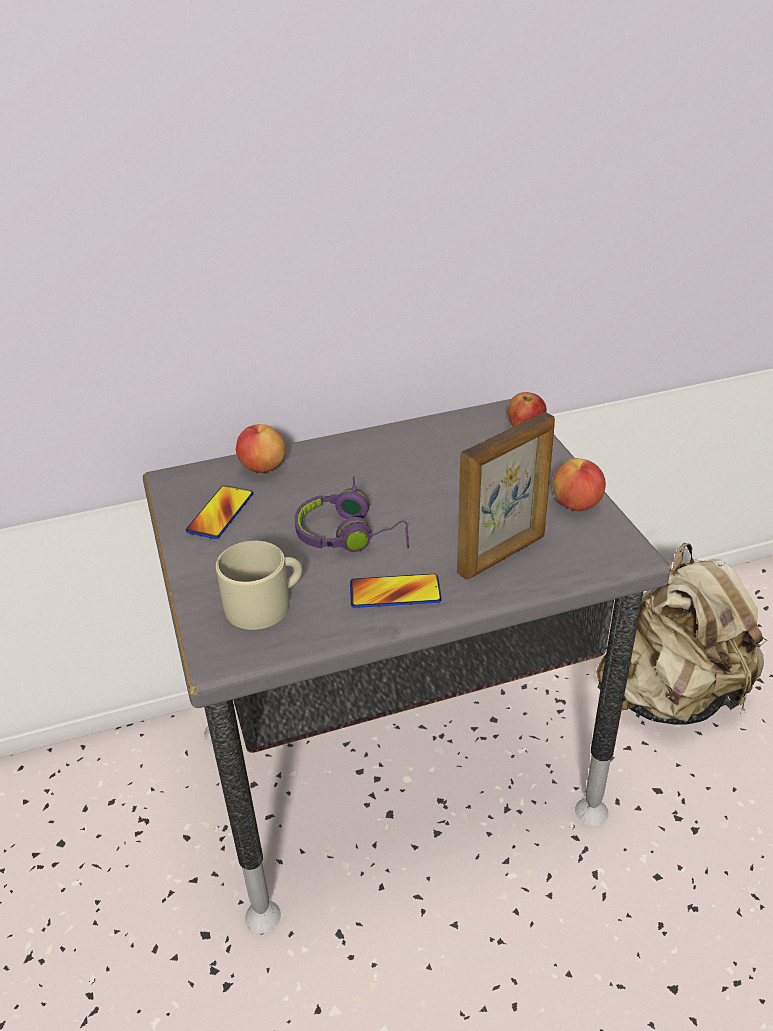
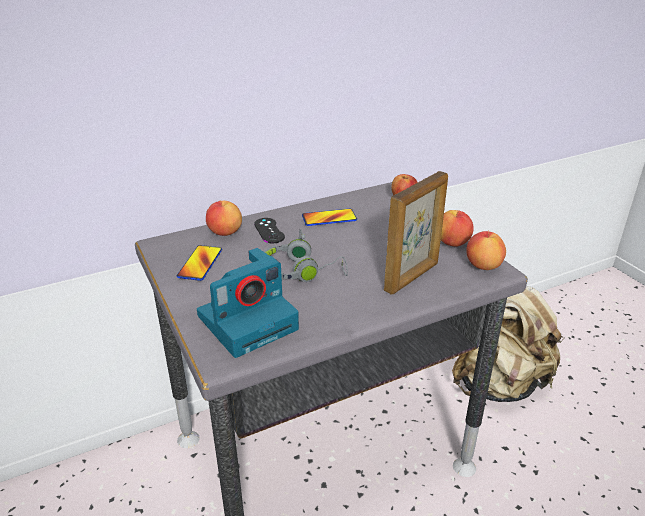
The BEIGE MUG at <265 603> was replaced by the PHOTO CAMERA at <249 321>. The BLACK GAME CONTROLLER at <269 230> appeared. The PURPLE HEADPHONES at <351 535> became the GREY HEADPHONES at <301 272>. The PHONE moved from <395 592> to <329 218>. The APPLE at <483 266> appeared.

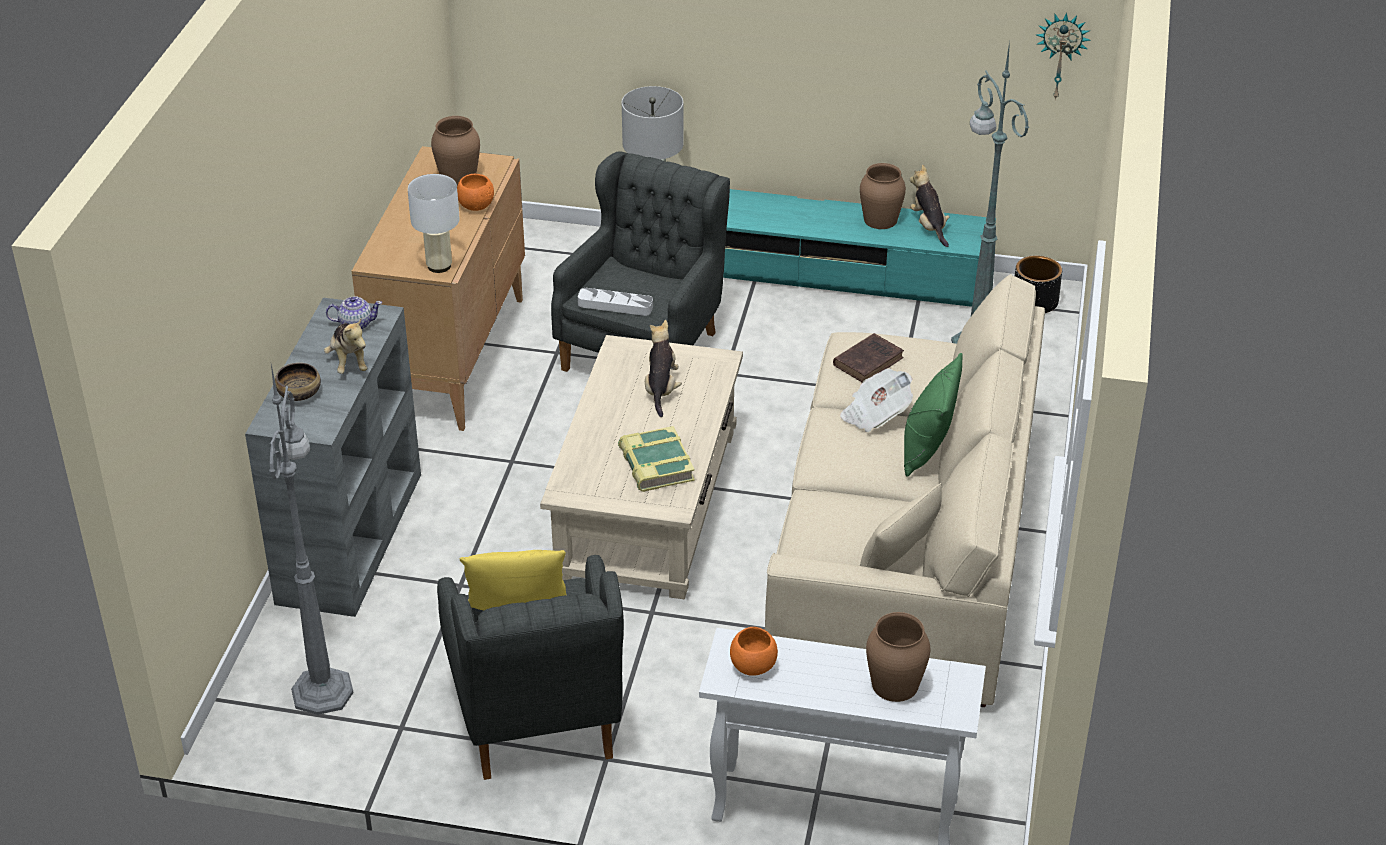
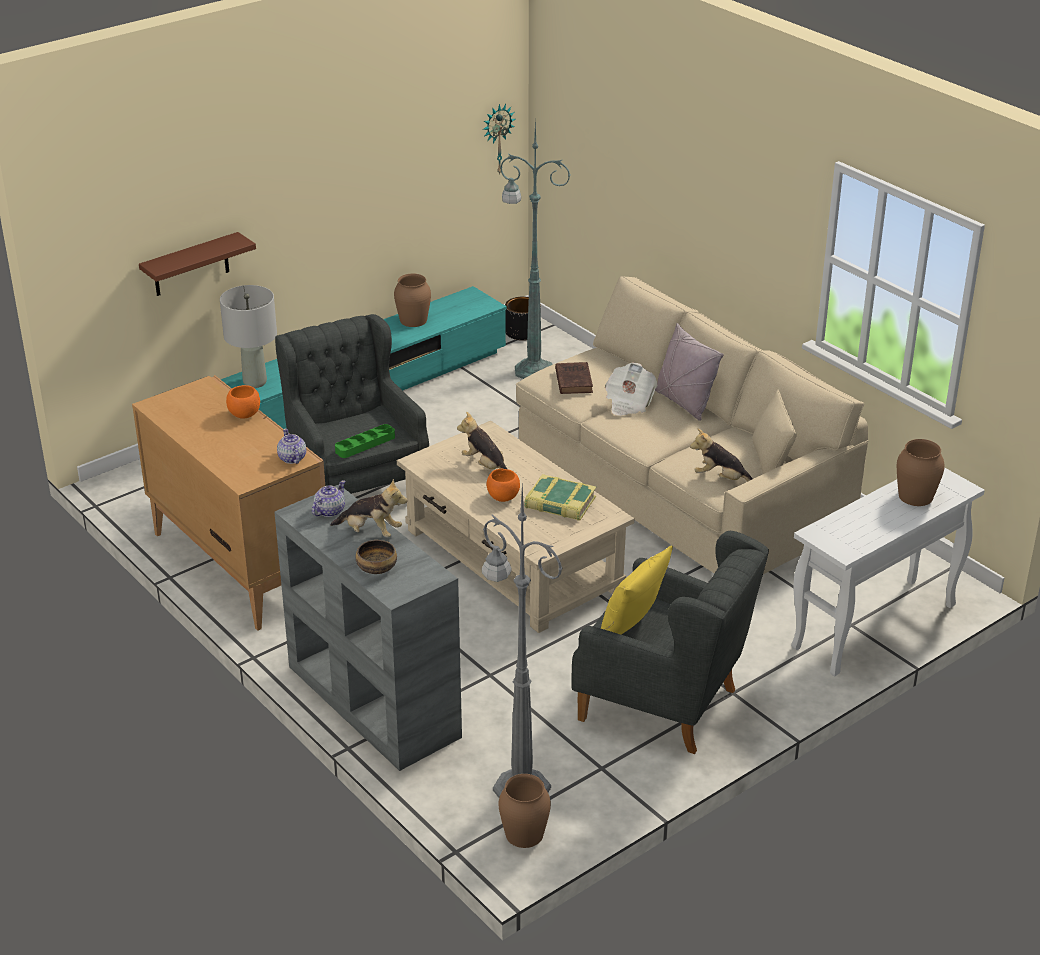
The BROWN SHELF at <191 265> appeared. The WHITE TABLE LAMP at <438 266> was replaced by the TEAPOT at <292 458>. The GREY TRAY at <615 305> became the GREEN TRAY at <365 444>. The ORANGE BOWL moved from <752 667> to <503 497>. The BROWN VASE moved from <458 177> to <524 834>. The GREEN PILLOW at <927 449> became the PURPLE PILLOW at <683 403>. The PLUSH TOY moved from <929 226> to <721 479>.

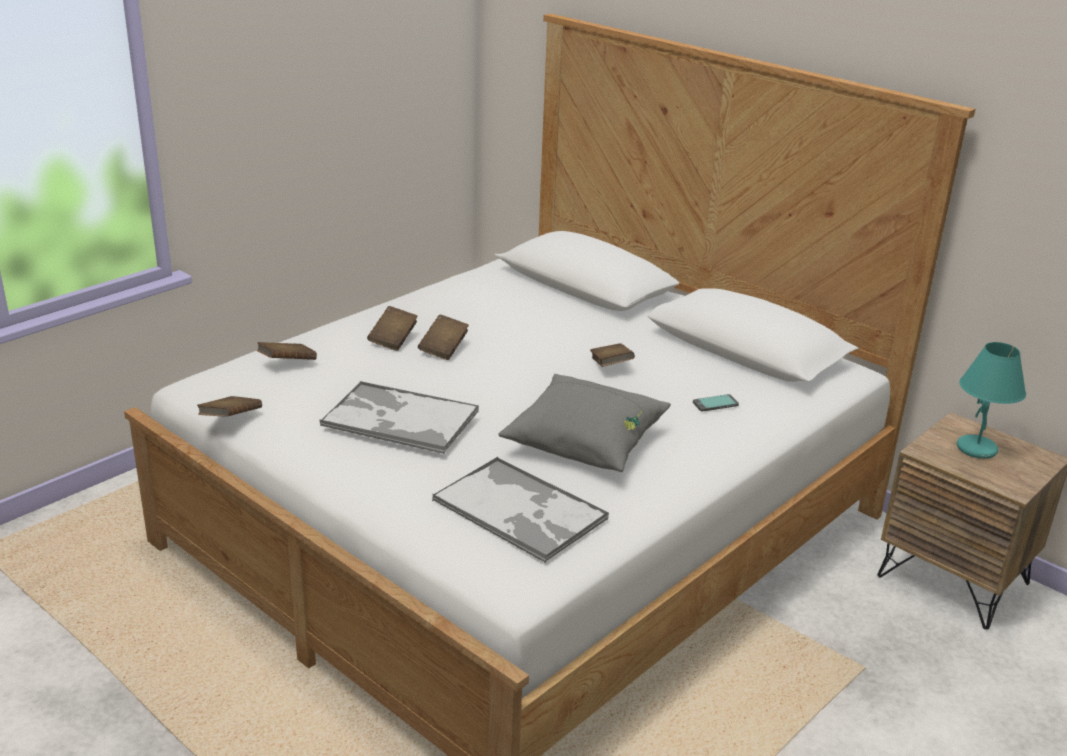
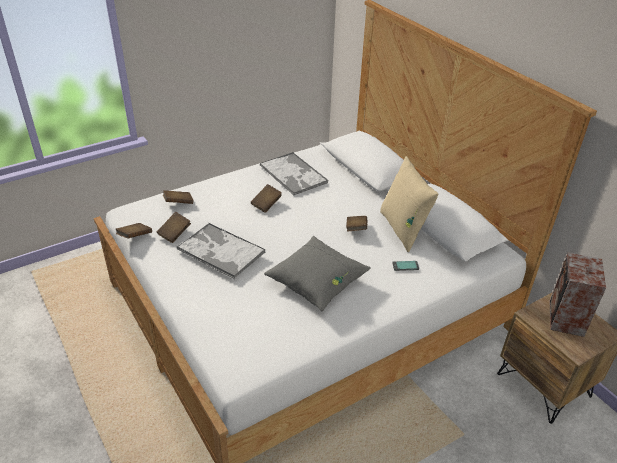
The BROWN BOOK moved from <393 339> to <174 233>. The TRAY moved from <521 510> to <293 174>. The BEIGE PILLOW at <402 229> appeared. The TURQUOISE TABLE LAMP at <977 449> was replaced by the SPEAKER at <565 319>.

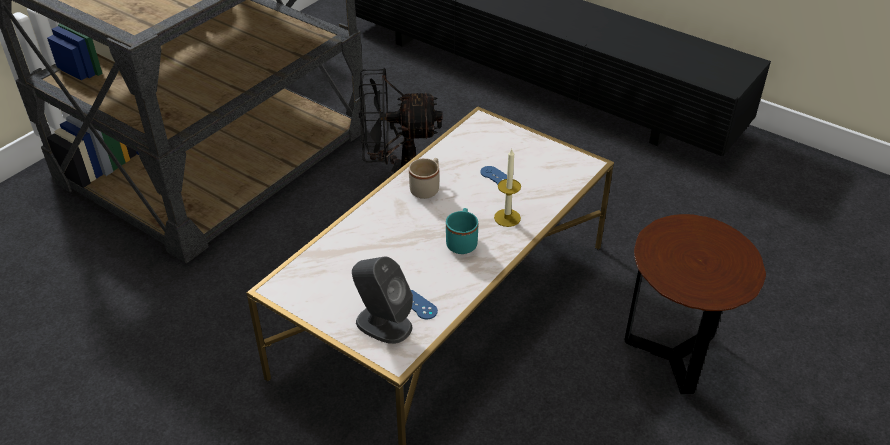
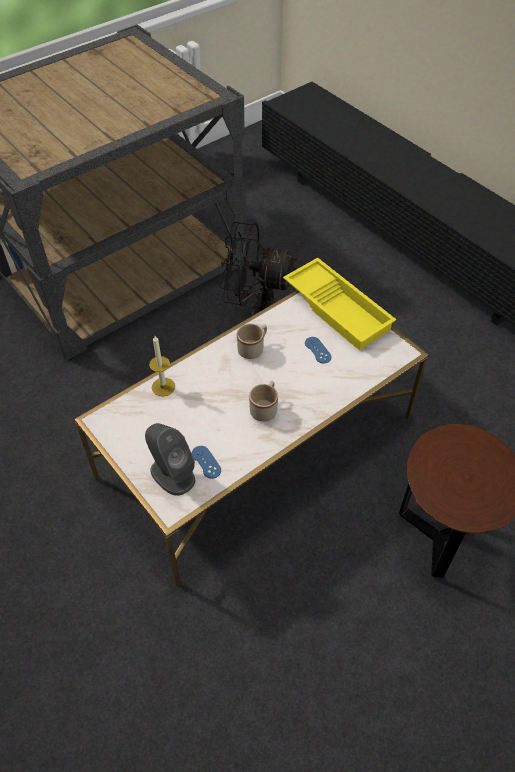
The CANDLE moved from <507 218> to <163 387>. The TURQUOISE MUG at <462 241> became the BEIGE MUG at <265 408>. The YELLOW TRAY at <339 308> appeared.

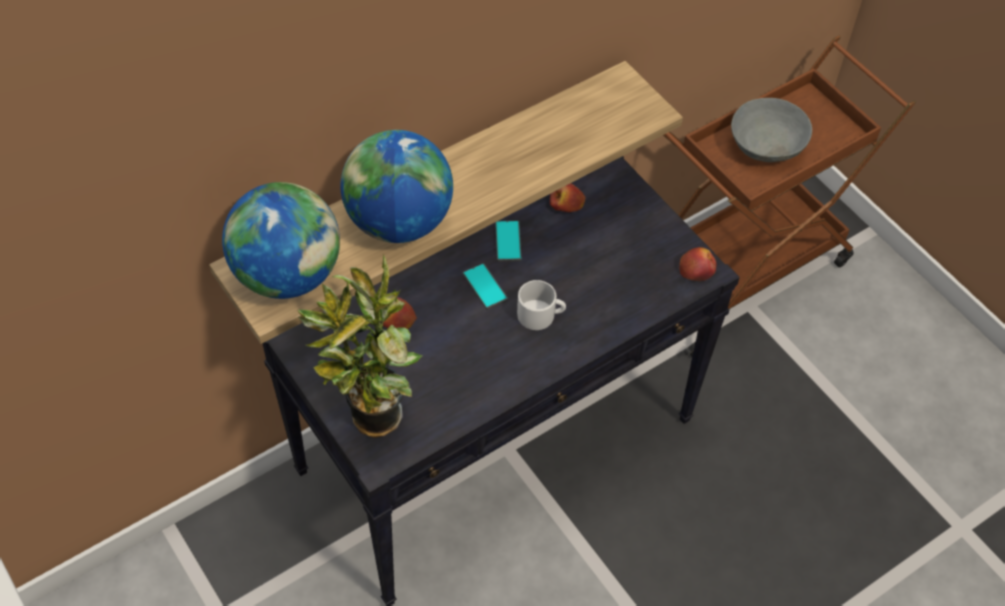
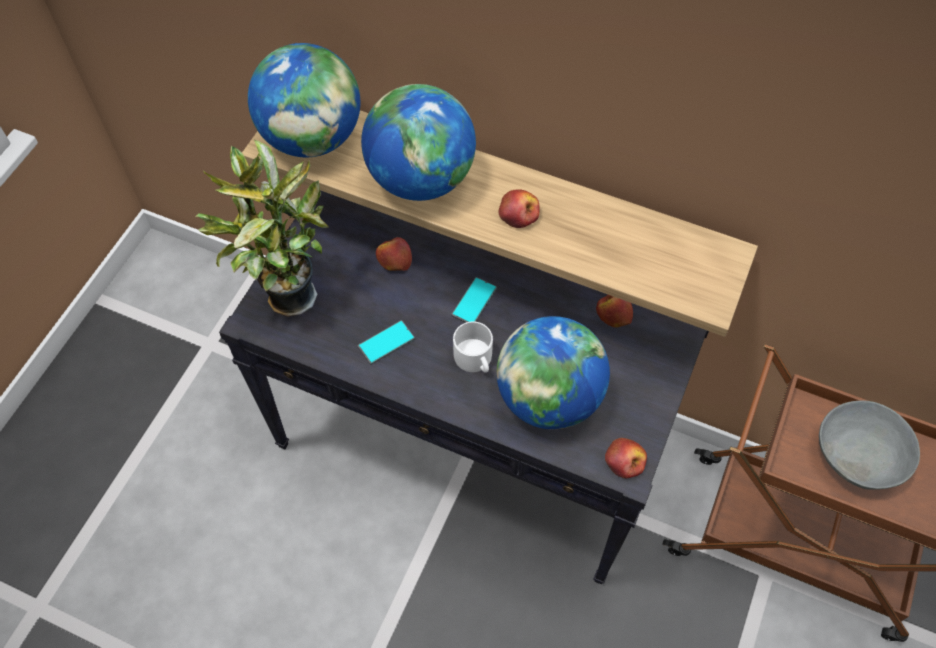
The PHONE moved from <508 241> to <386 343>. The GLOBE at <548 398> appeared. The APPLE at <519 214> appeared.

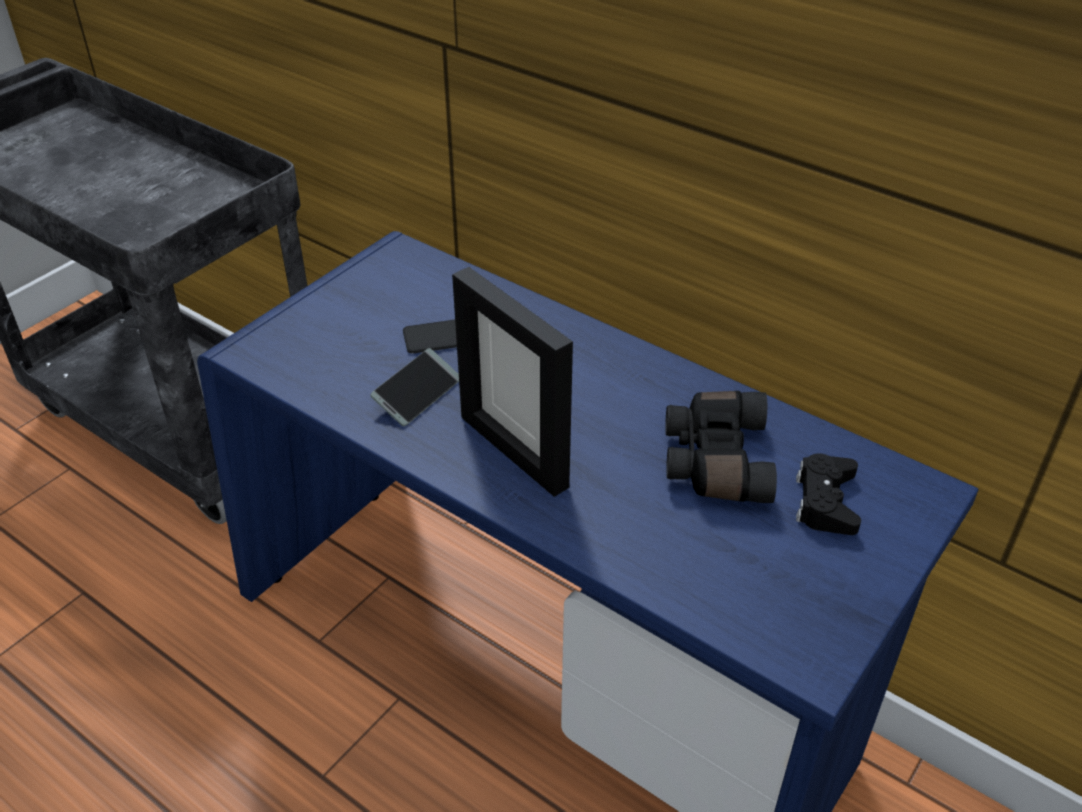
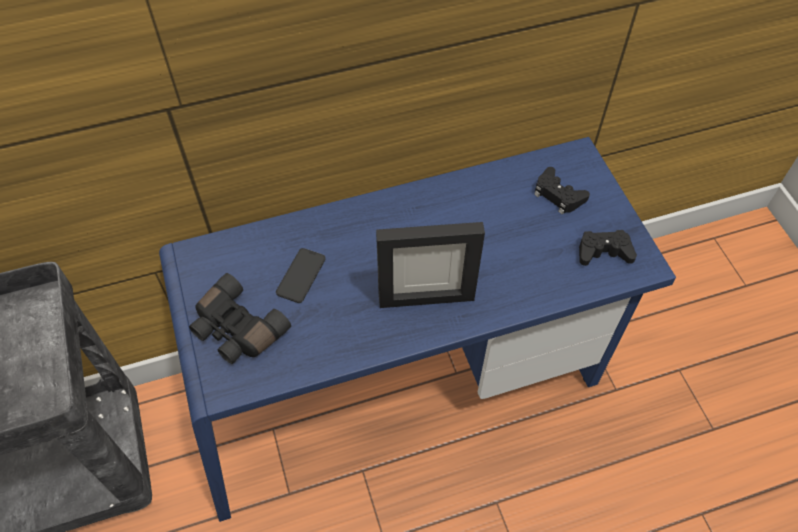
The BLACK BINOCULARS moved from <713 460> to <236 330>. The BLACK GAME CONTROLLER at <603 252> appeared. The PHONE at <417 394> disappeared.

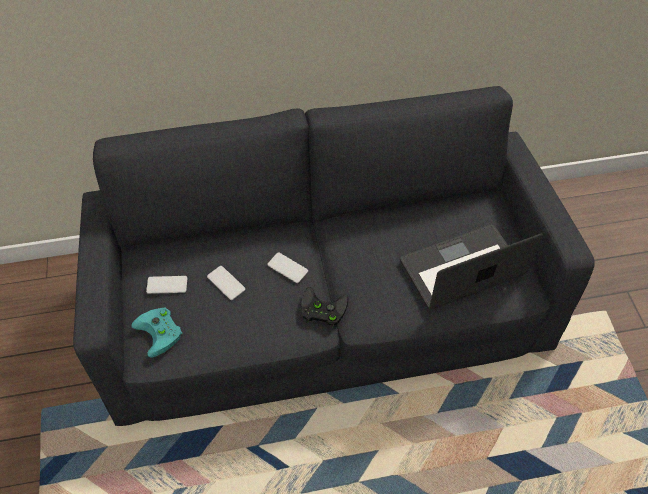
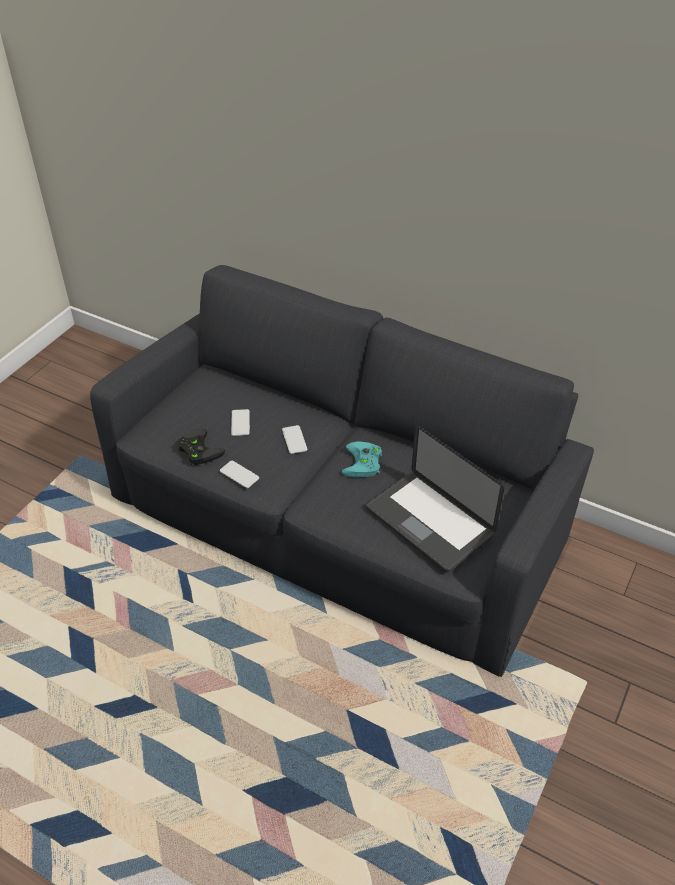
The BLACK GAME CONTROLLER moved from <321 310> to <197 449>. The PHONE moved from <167 285> to <239 475>. The TURQUOISE GAME CONTROLLER moved from <161 333> to <363 463>. The LAPTOP at <462 269> turned 150 degrees counterclockwise.

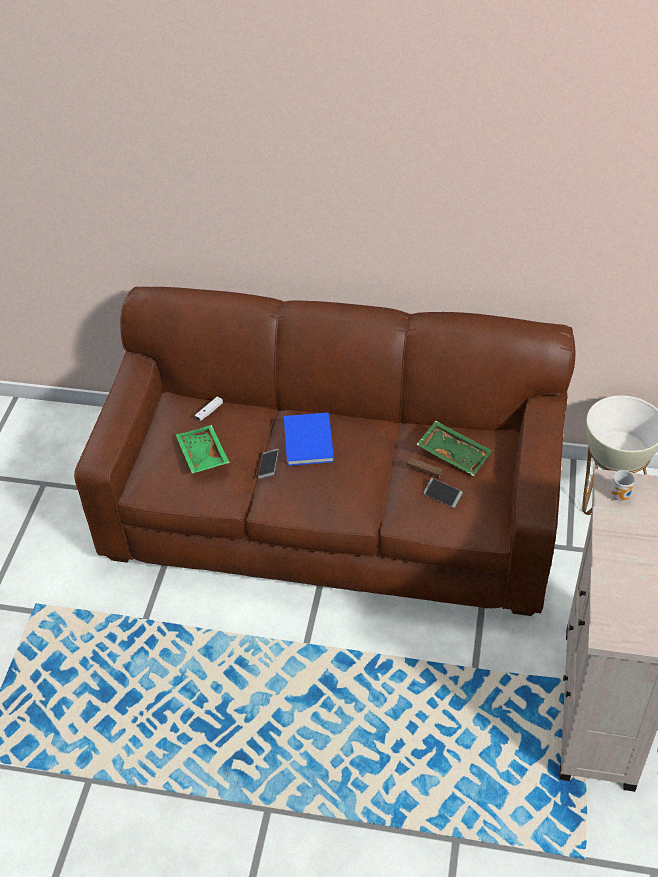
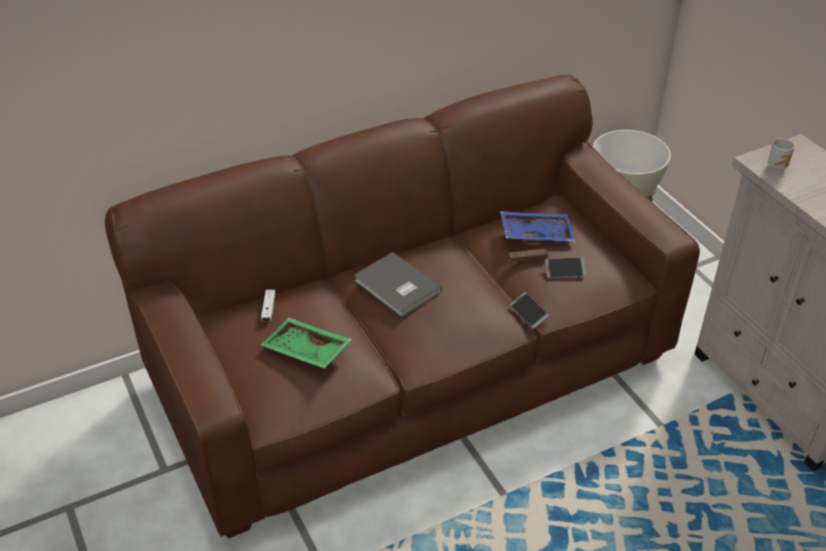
The BLUE BOOK at <306 441> became the GREY BOOK at <396 288>. The GREEN TRAY at <454 453> became the BLUE TRAY at <536 233>. The PHONE moved from <268 466> to <528 313>.

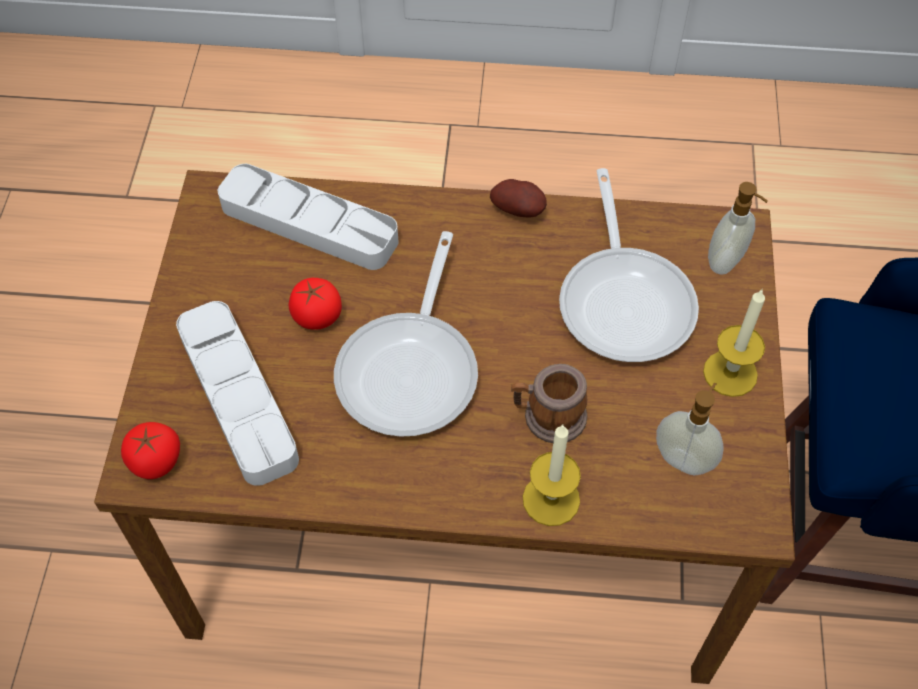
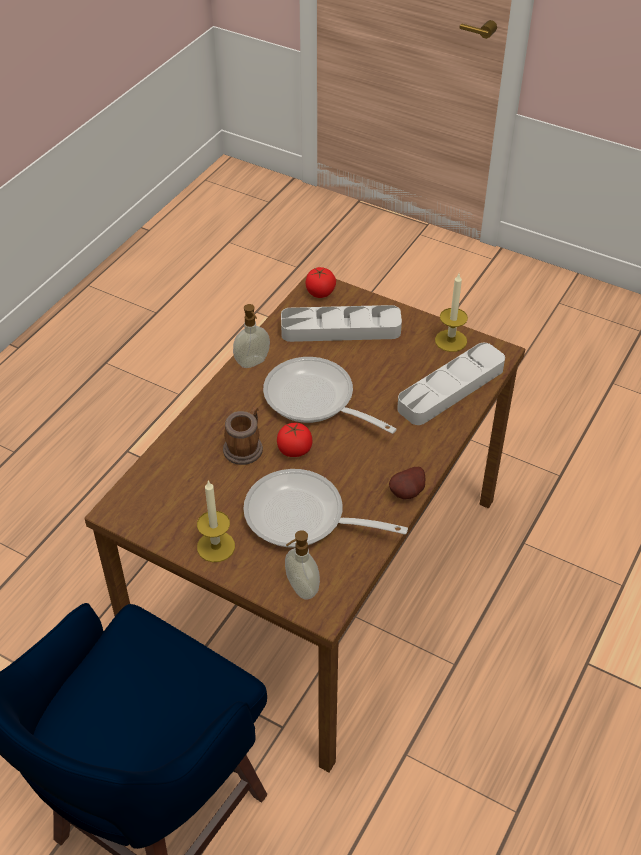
The SOAP DISPENSER moved from <684 459> to <253 362>. The TOMATO moved from <317 316> to <294 450>. The CANDLE moved from <551 499> to <450 340>.

